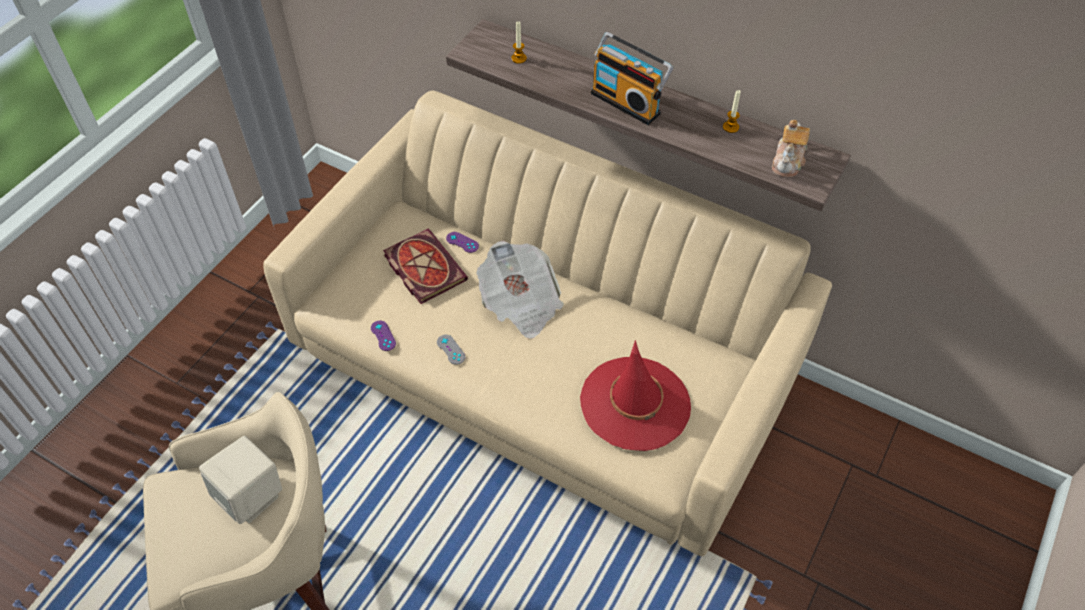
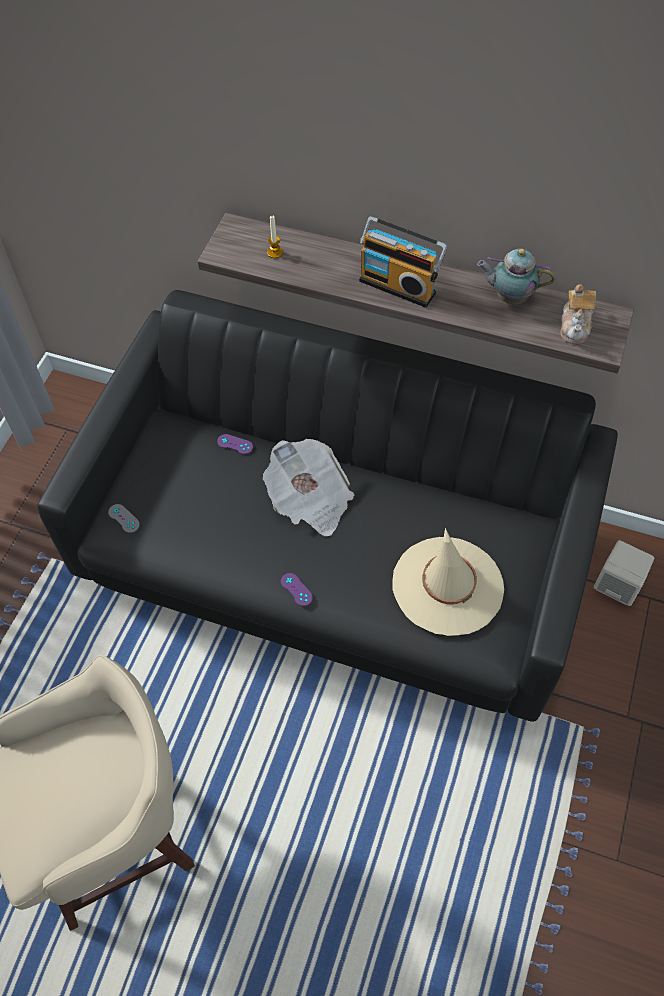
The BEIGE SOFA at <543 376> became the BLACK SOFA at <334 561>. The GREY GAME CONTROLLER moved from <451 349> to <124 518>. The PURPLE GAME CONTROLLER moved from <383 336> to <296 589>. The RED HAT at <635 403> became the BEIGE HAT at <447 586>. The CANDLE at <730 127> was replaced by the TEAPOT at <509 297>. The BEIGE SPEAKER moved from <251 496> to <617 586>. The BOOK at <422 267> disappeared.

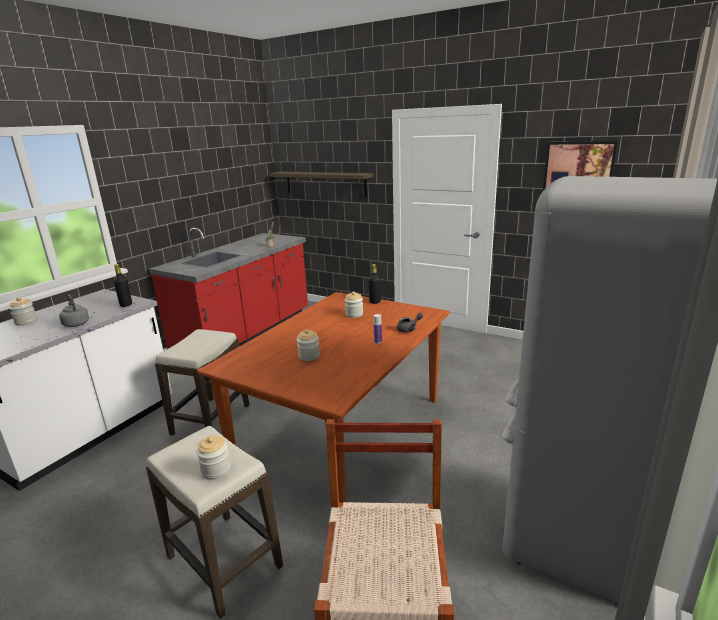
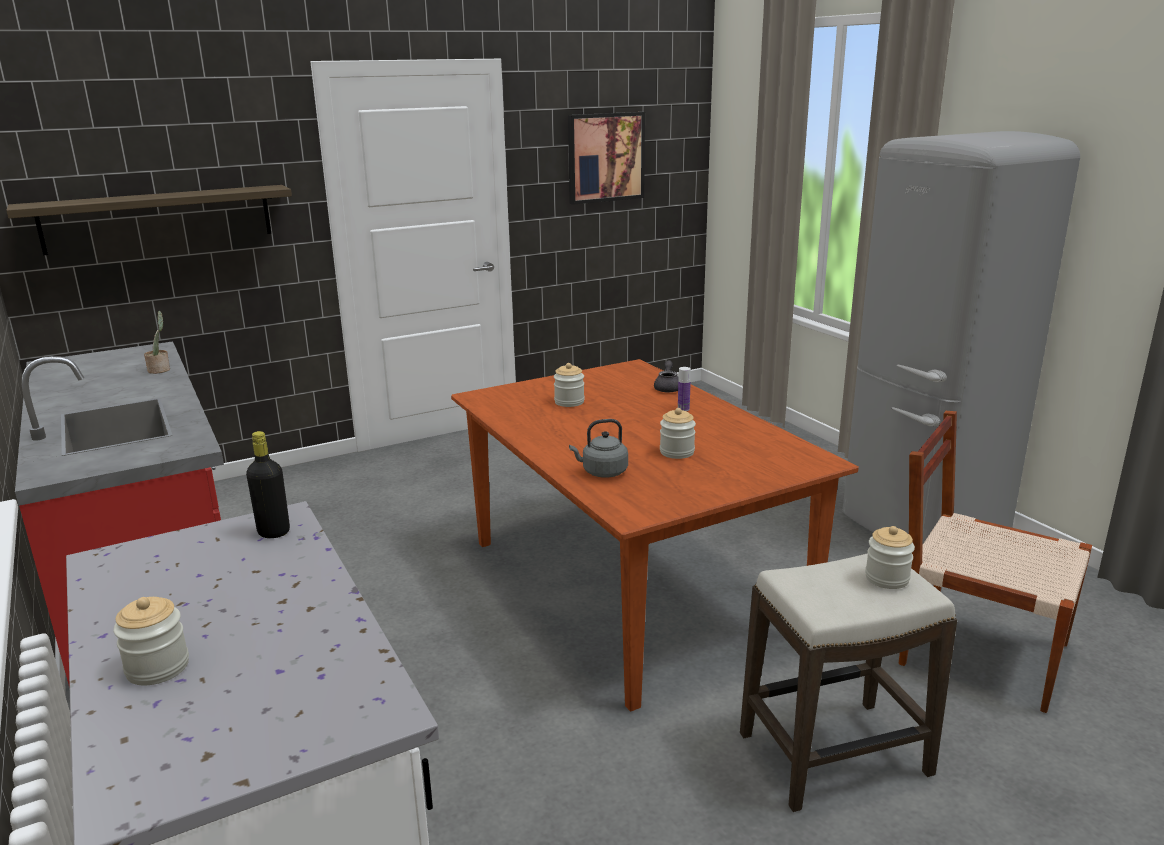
The GREY KETTLE moved from <76 324> to <602 472>. The STOOL at <211 419> disappeared. The BLACK BOTTLE at <375 302> disappeared.

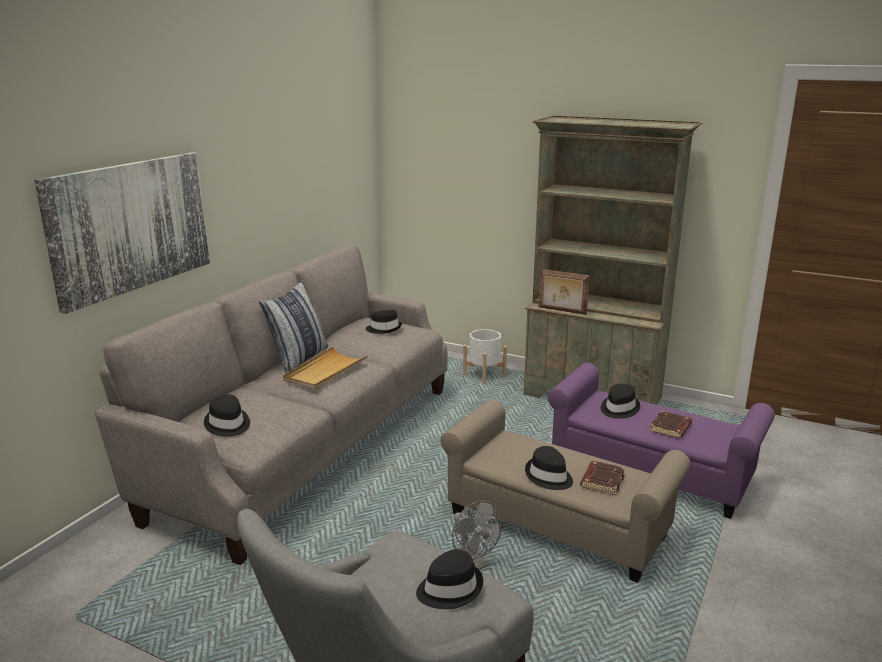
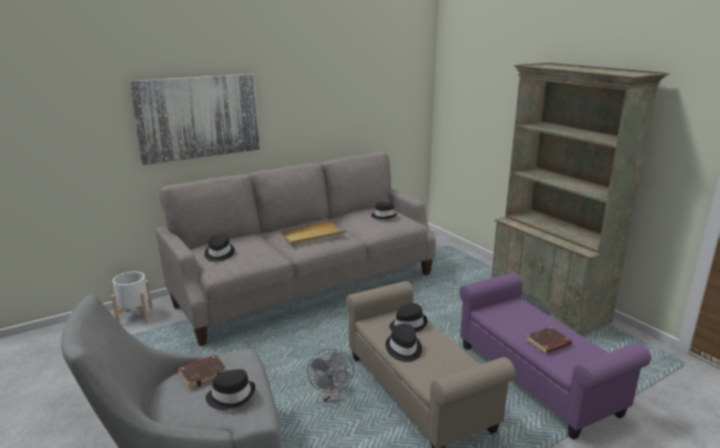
The WHITE PLANTER moved from <484 376> to <134 315>. The BROWN BOOK moved from <602 481> to <203 374>. The BLACK HAT moved from <618 408> to <408 325>. The PILLOW at <298 359> disappeared. The PICTURE FRAME at <561 311> disappeared.

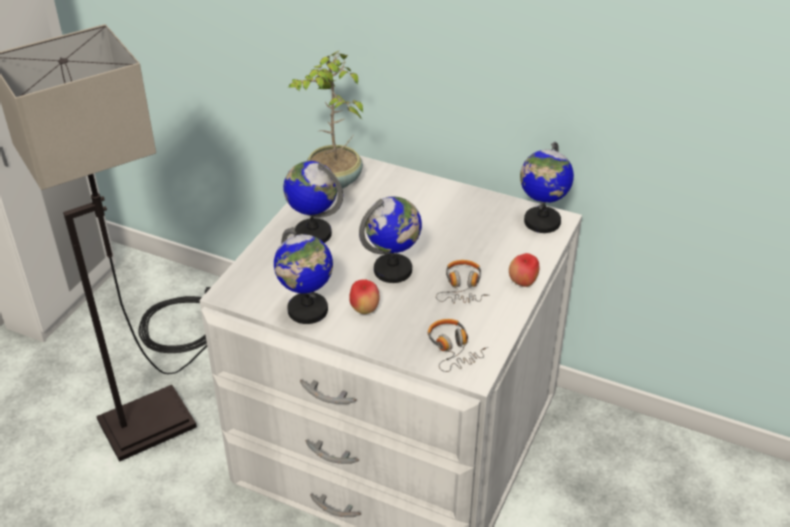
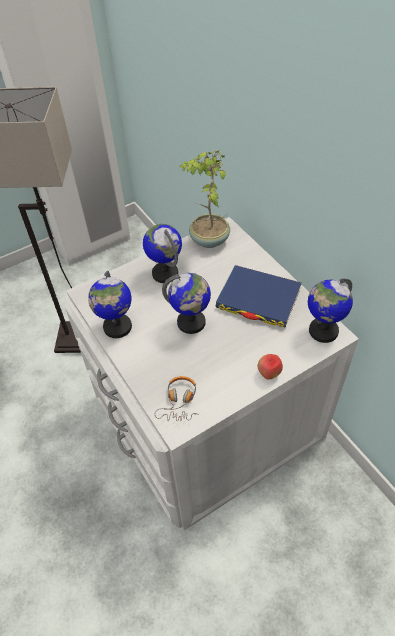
The BLUE BOOK at <258 299> appeared. The APPLE at <364 309> disappeared. The HEADPHONES at <462 288> disappeared.

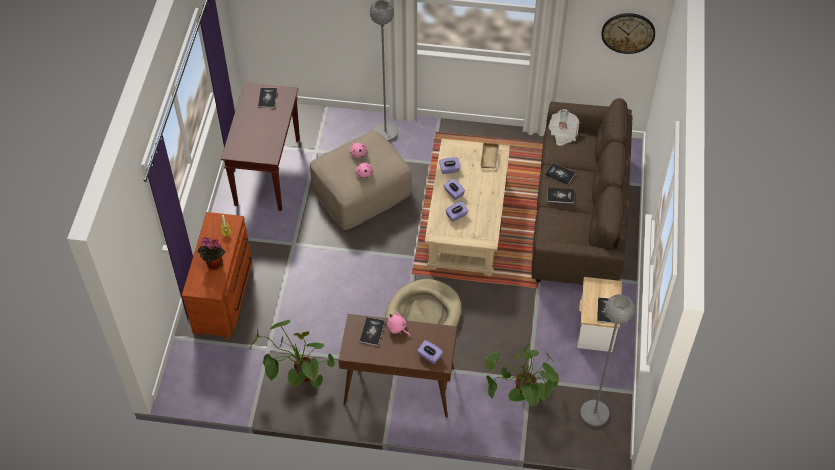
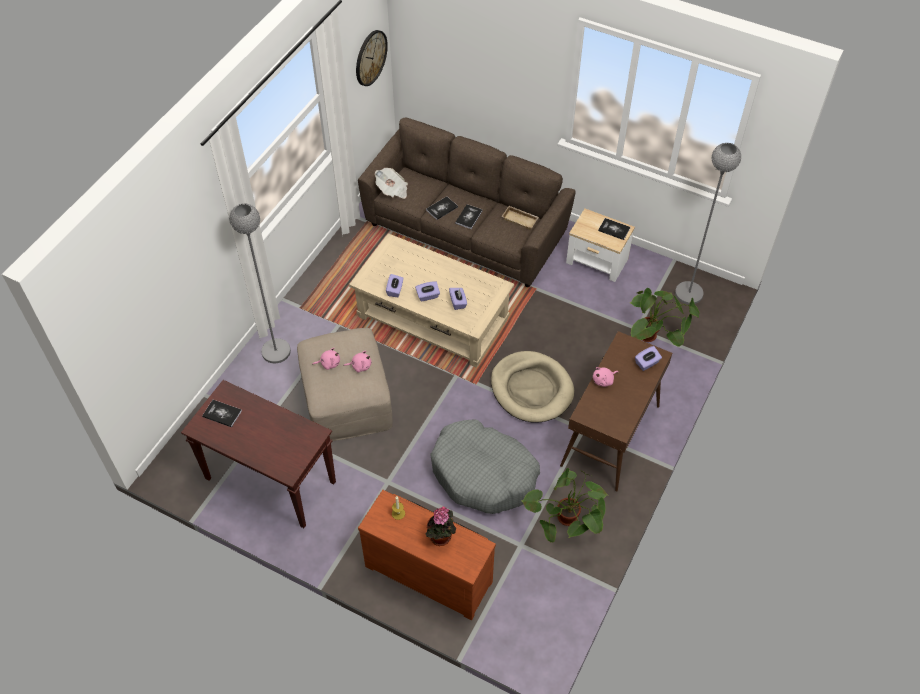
The GREY DOG BED at <483 474> appeared. The BEIGE TRAY moved from <490 158> to <520 219>. The BOOK at <372 332> disappeared.

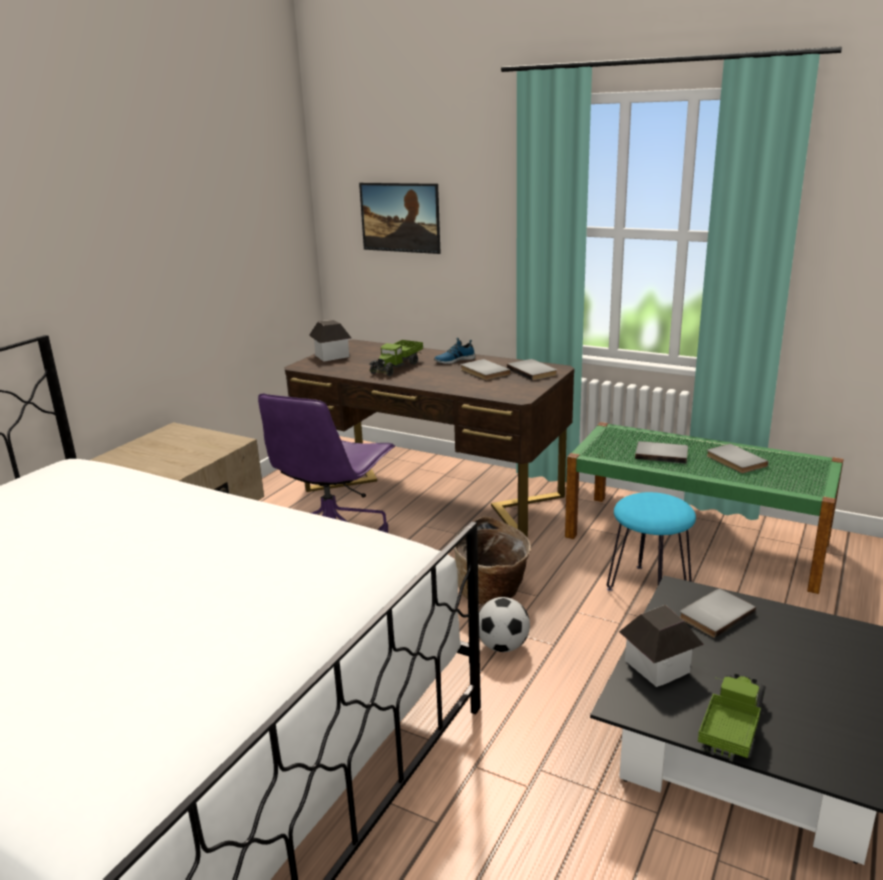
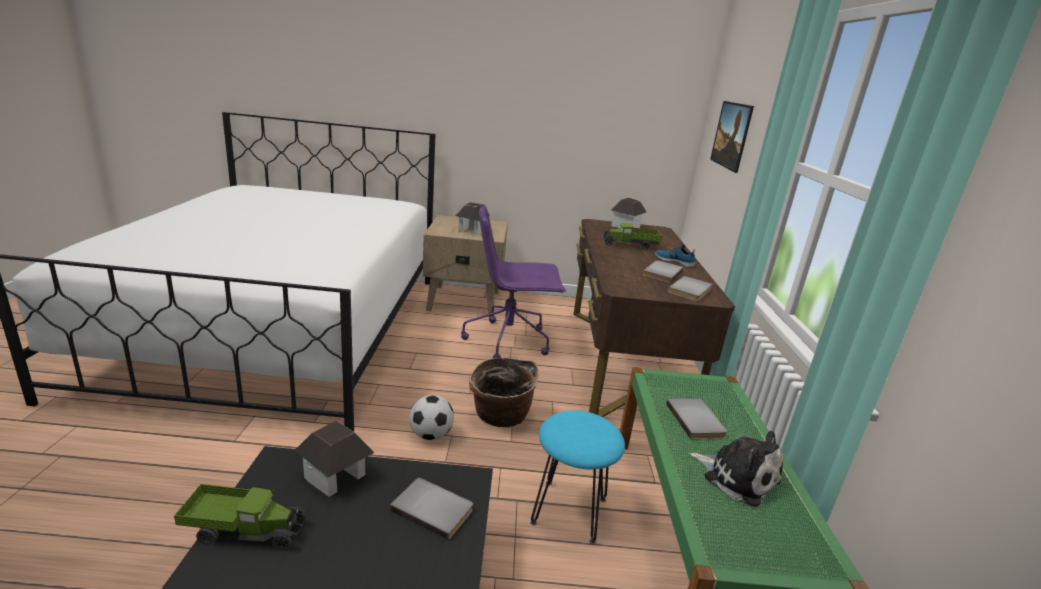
The TOY HOUSE at <471 230> appeared. The GREY BOOK at <734 461> was replaced by the PLUSH TOY at <737 476>.

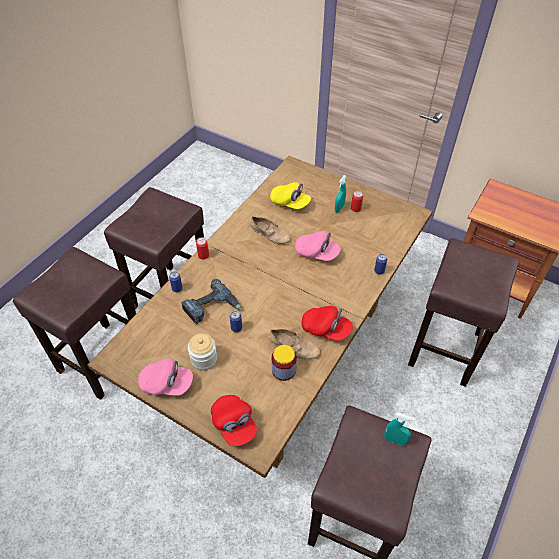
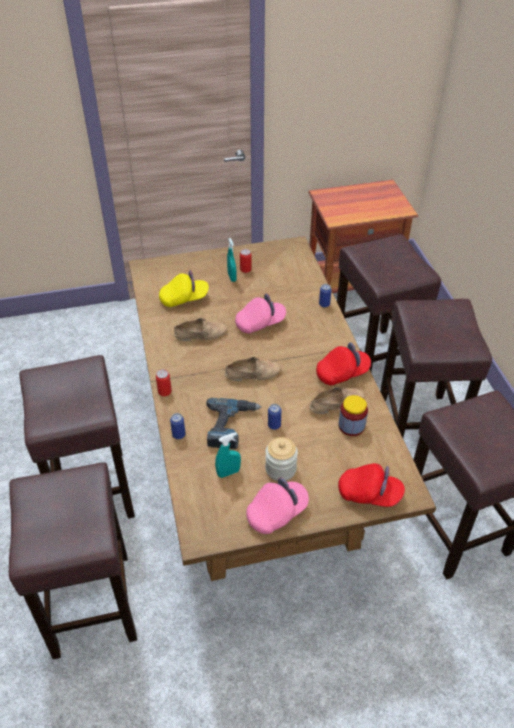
The TURQUOISE SPRAY BOTTLE moved from <394 440> to <228 472>. The BEIGE SHOE at <253 373> appeared. The BROWN STOOL at <418 425> appeared.

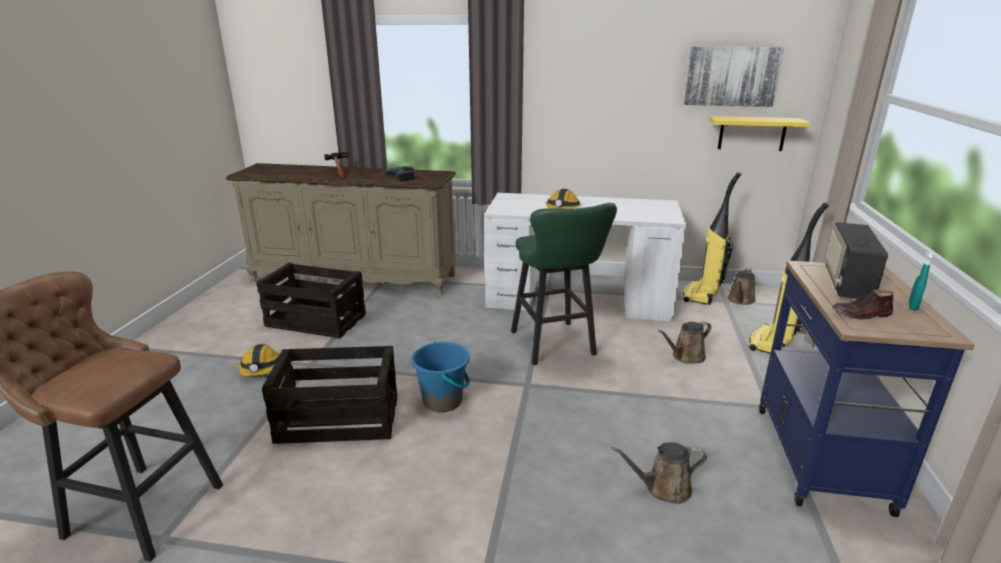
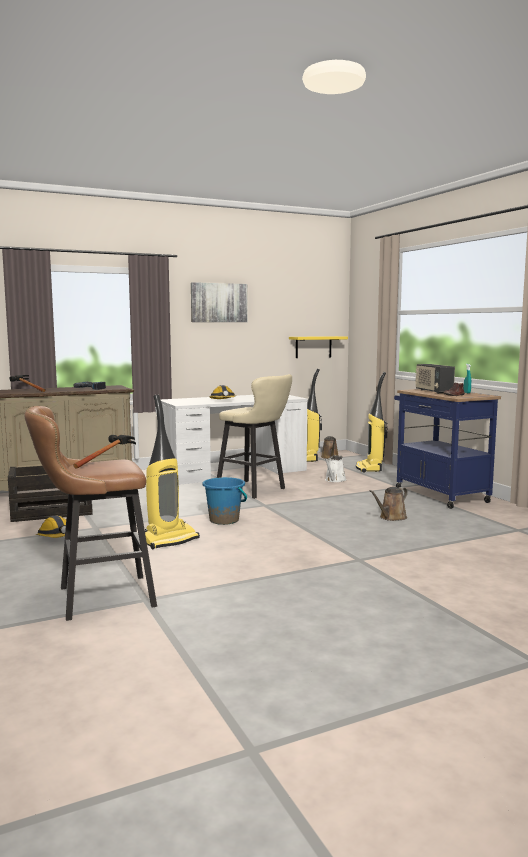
The HAMMER at <108 460> appeared. The CRATE at <340 419> was replaced by the VACUUM CLEANER at <169 540>. The PICTURE moved from <731 76> to <219 302>. The GREEN STOOL at <556 348> became the BEIGE STOOL at <256 490>. The BROWN WATERING CAN at <686 357> became the WHITE WATERING CAN at <334 480>.

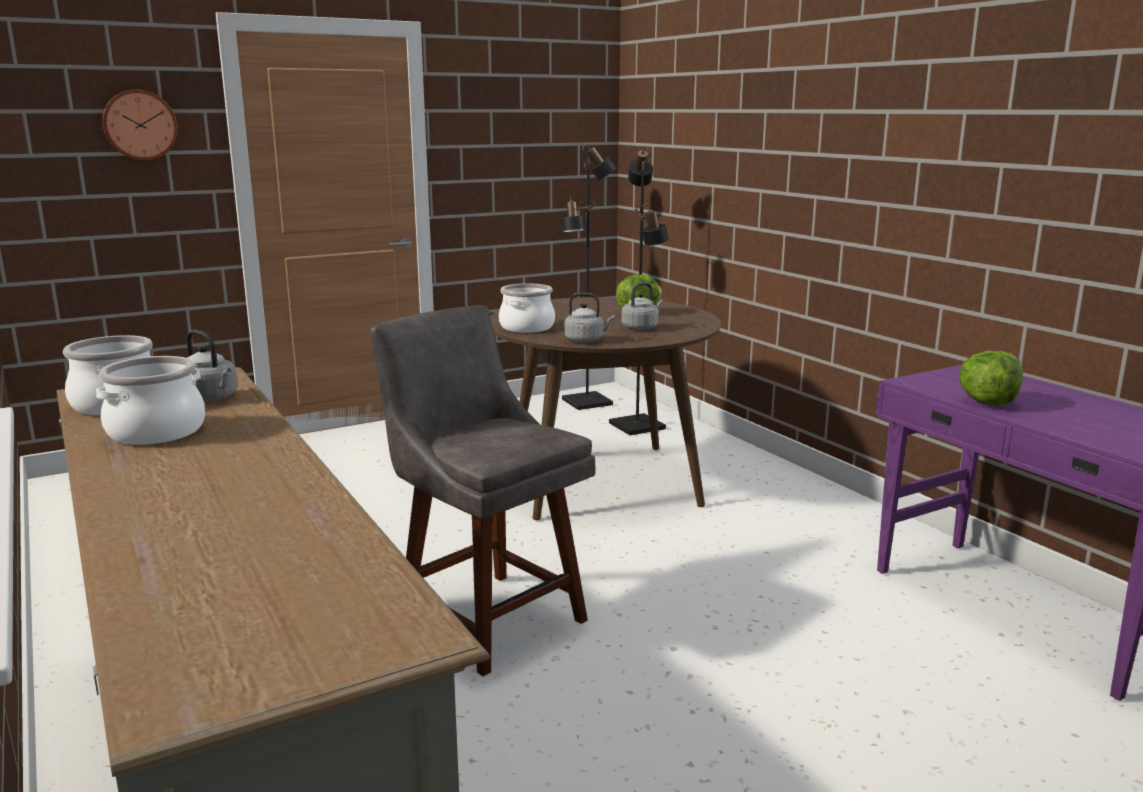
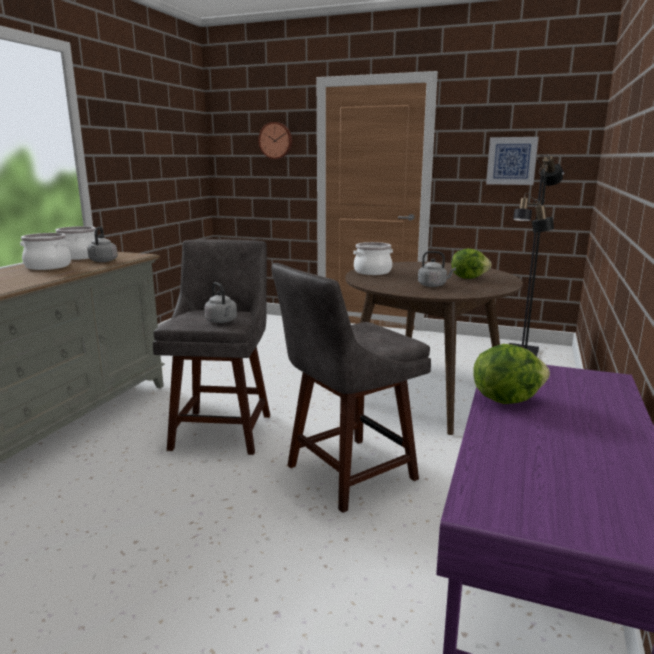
The GREY KETTLE moved from <586 340> to <222 321>. The GREY STOOL at <346 474> appeared. The PICTURE at <511 161> appeared.

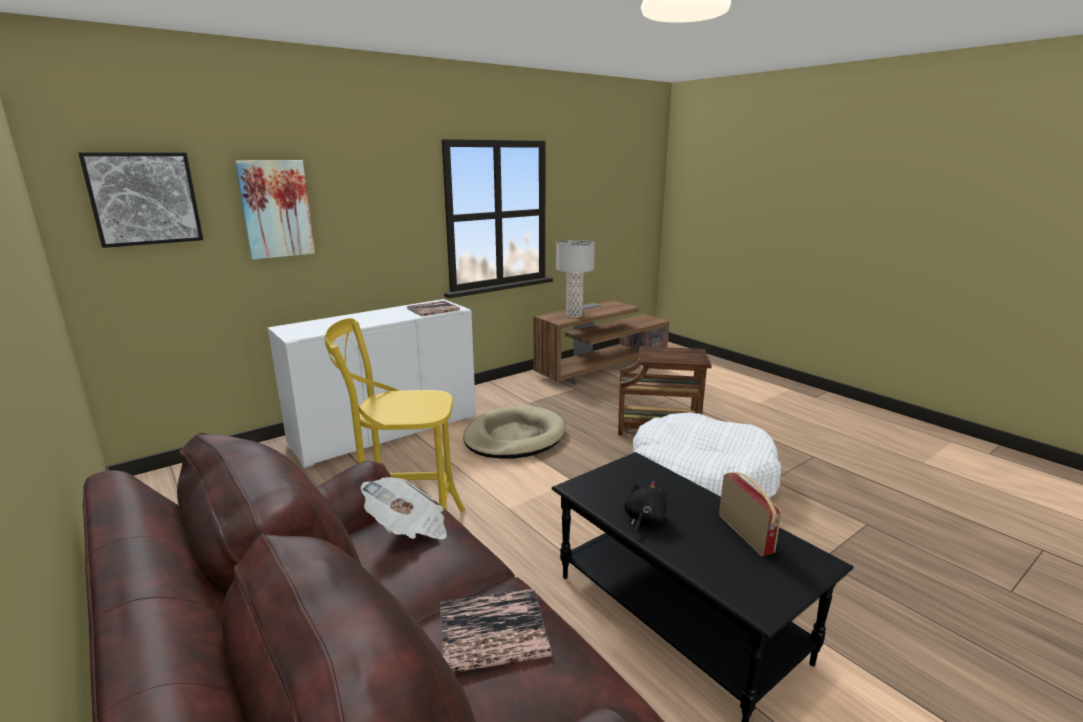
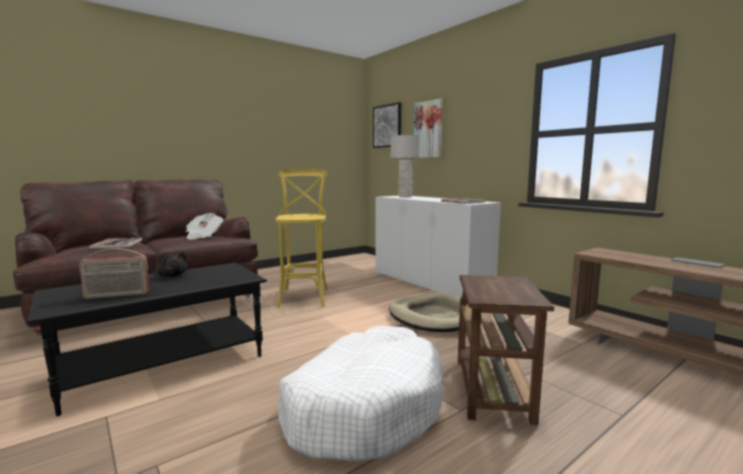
The WHITE TABLE LAMP moved from <573 315> to <405 197>.

